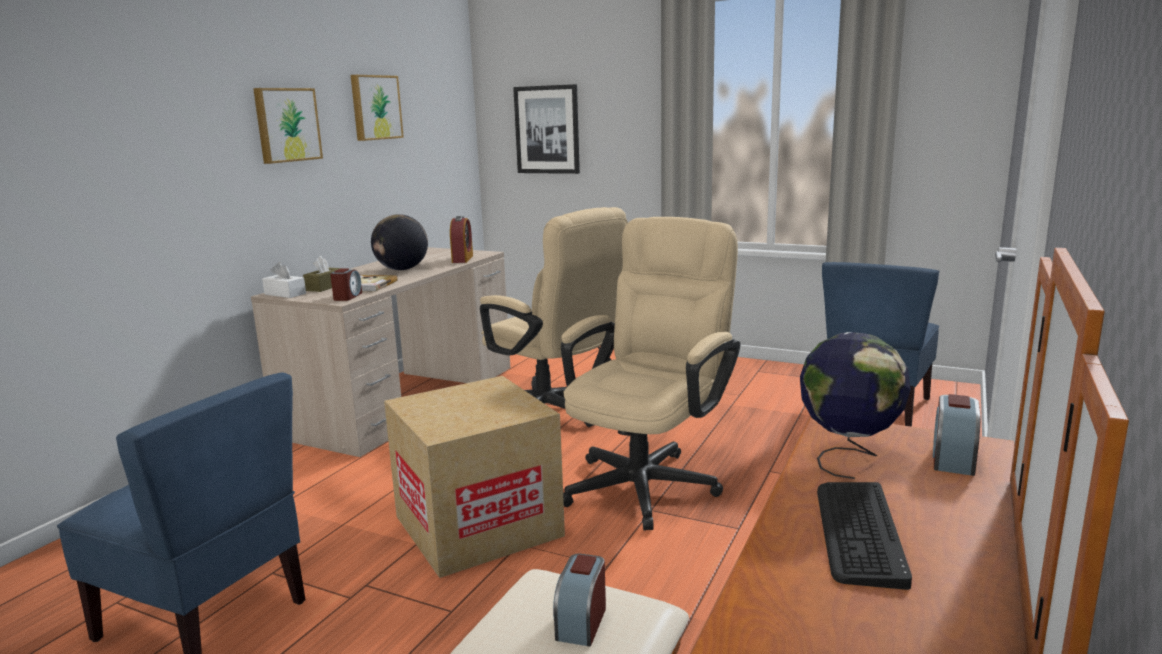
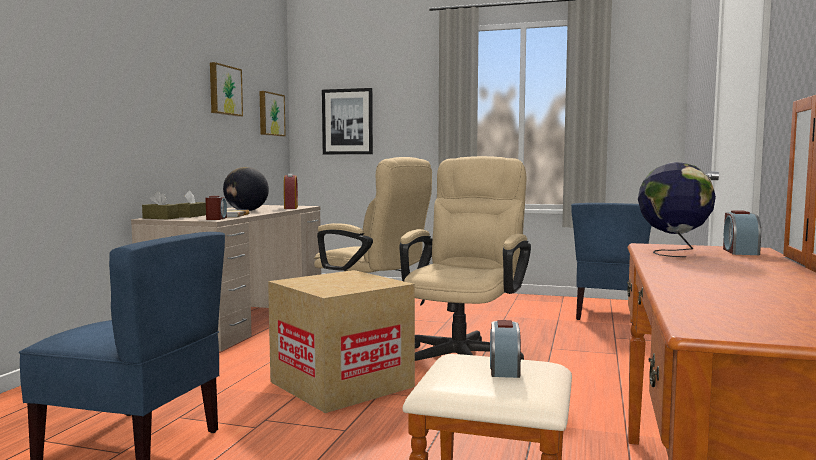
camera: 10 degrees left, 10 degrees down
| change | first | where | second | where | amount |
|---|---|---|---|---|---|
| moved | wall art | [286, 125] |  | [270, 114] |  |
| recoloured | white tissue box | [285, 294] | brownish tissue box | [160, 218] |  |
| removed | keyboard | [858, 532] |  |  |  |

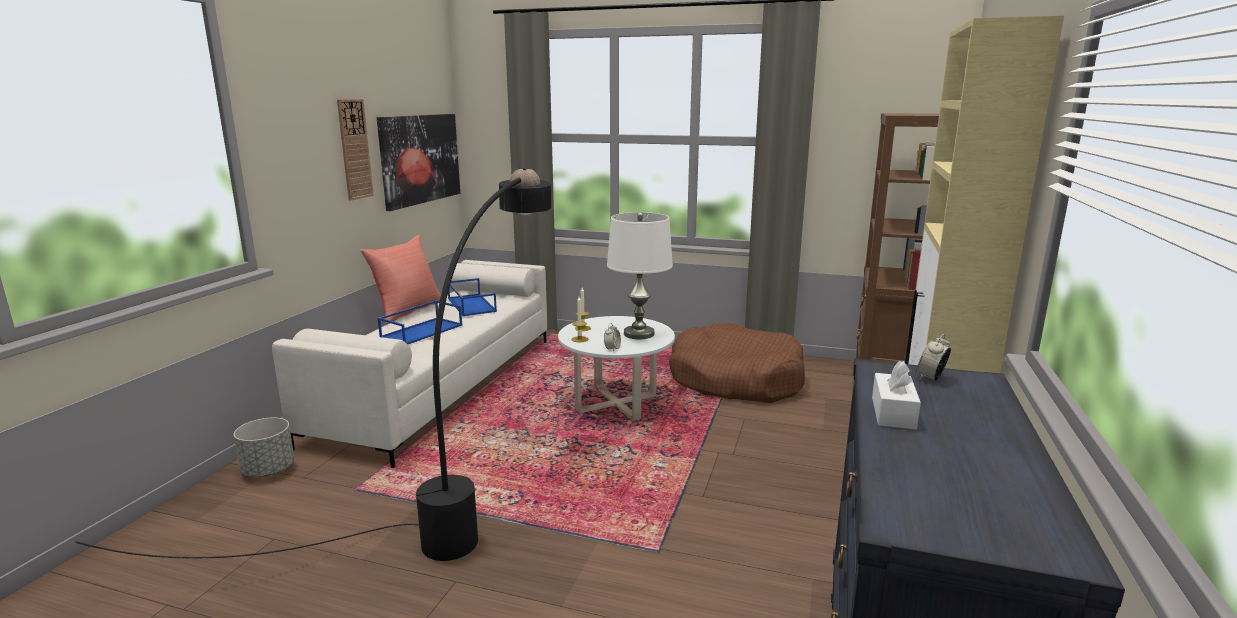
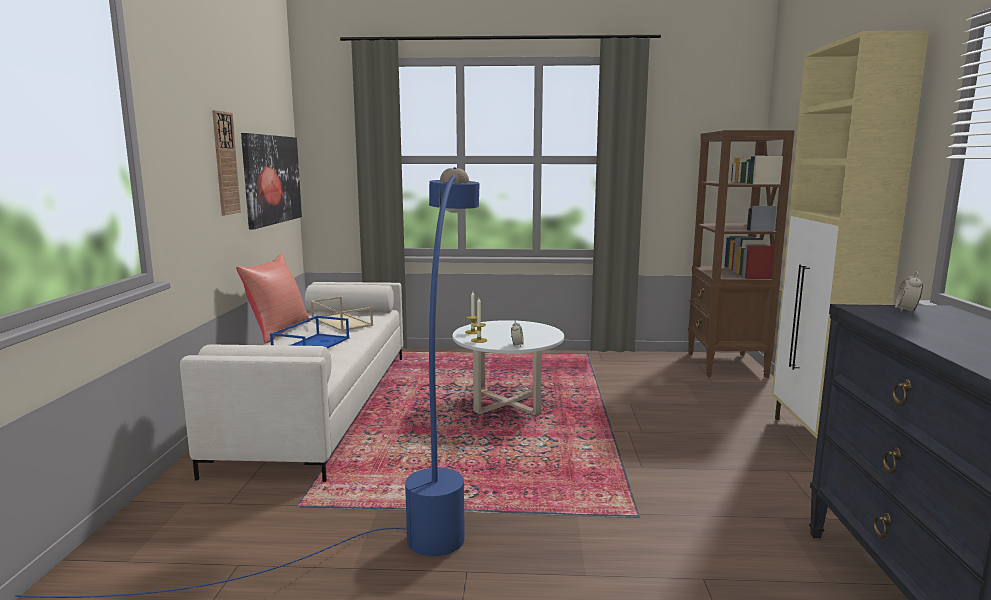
camera: 15 degrees left, 5 degrees down
| change | first | where | second | where | amount |
|---|---|---|---|---|---|
| recoloured | black-coloured standard lamp | [455, 502] | blue-coloured standard lamp | [413, 503] |  |
| removed | white table lamp | [639, 334] |  |  |  |
| recoloured | blue-coloured serving tray | [470, 305] | beige-coloured serving tray | [340, 322] |  |
| removed | brownish dog bed | [735, 380] |  |  |  |
| removed | white tissue box | [893, 413] |  |  |  |
| removed | gray plant pot | [268, 470] |  |  |  |

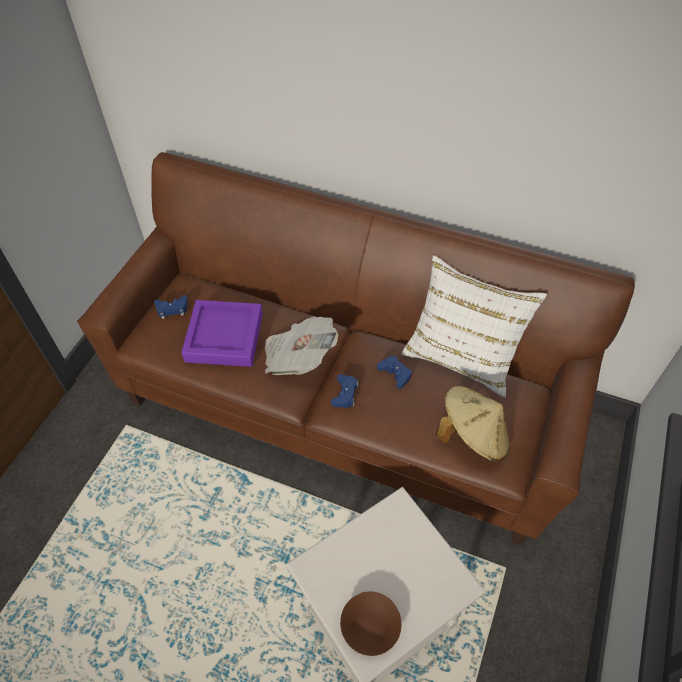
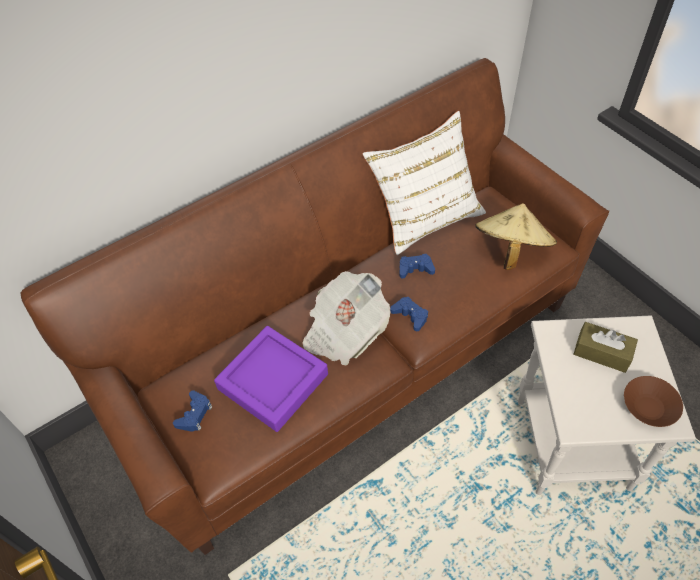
camera: 55 degrees left, 0 degrees up
| change | first | where | second | where | amount |
|---|---|---|---|---|---|
| added |  |  | brownish tissue box | [602, 353] |  |

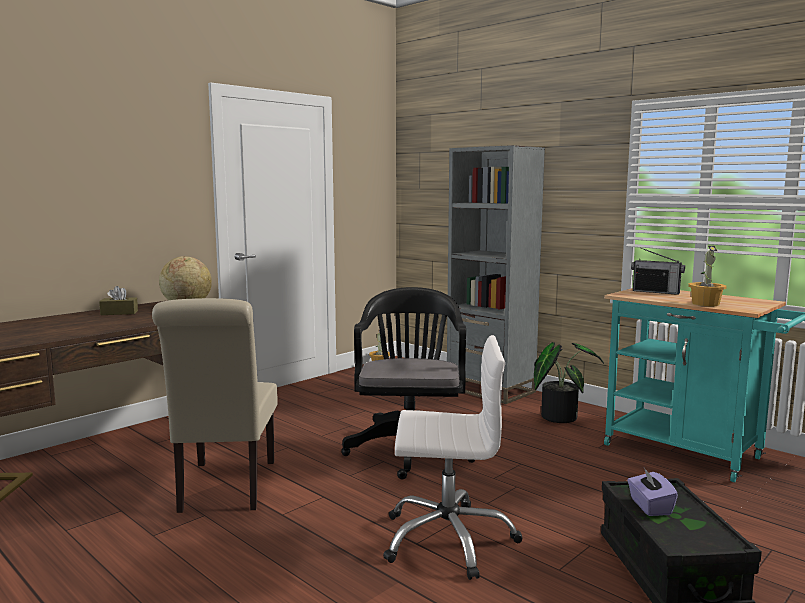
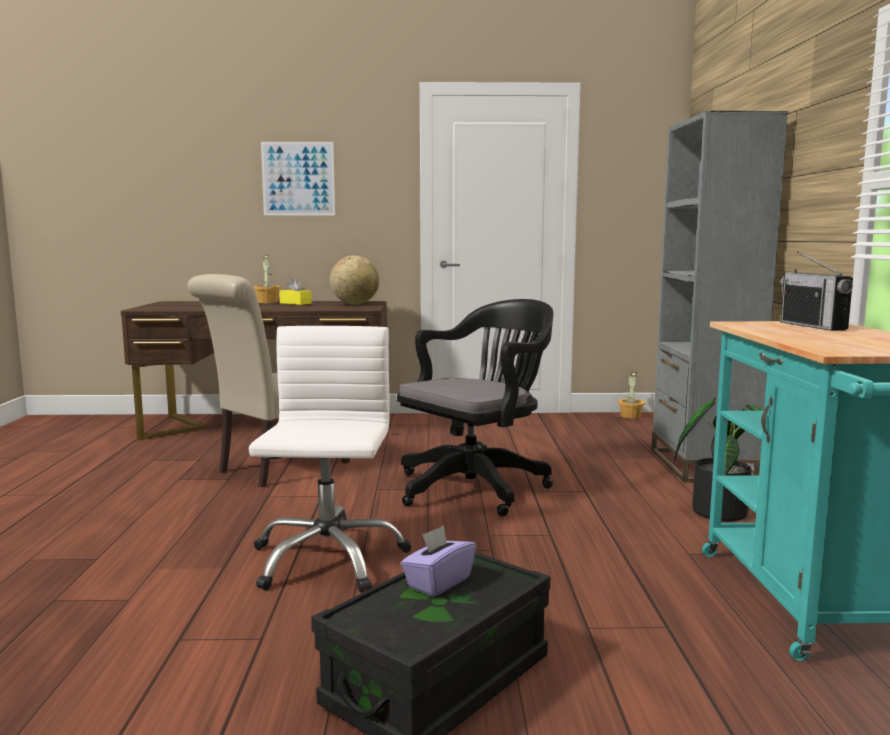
camera: 45 degrees right, 0 degrees up
| change | first | where | second | where | amount |
|---|---|---|---|---|---|
| moved | plant in a pot | [705, 304] |  | [268, 302] |  |
| recoloured | brownish tissue box | [119, 313] | yellow-coloured tissue box | [295, 303] |  |
| turned | white office chair | [448, 539] |  | [327, 559] | 135 degrees counterclockwise |
| added |  |  | wall art | [298, 178] |  |

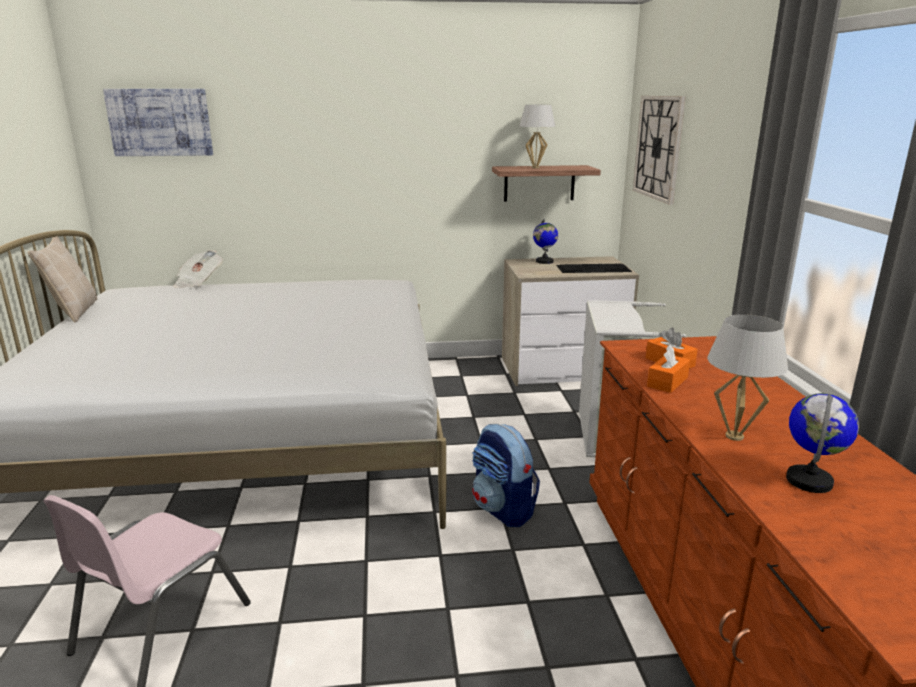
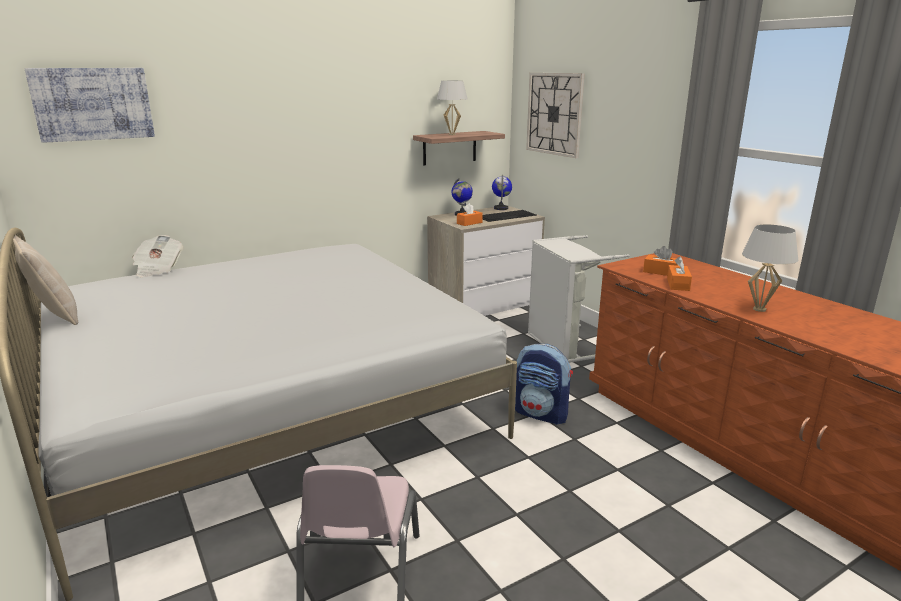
camera: 25 degrees left, 0 degrees up
| change | first | where | second | where | amount |
|---|---|---|---|---|---|
| moved | world globe | [809, 481] |  | [501, 208] |  |
| added |  |  | orange tissue box | [469, 223] |  |

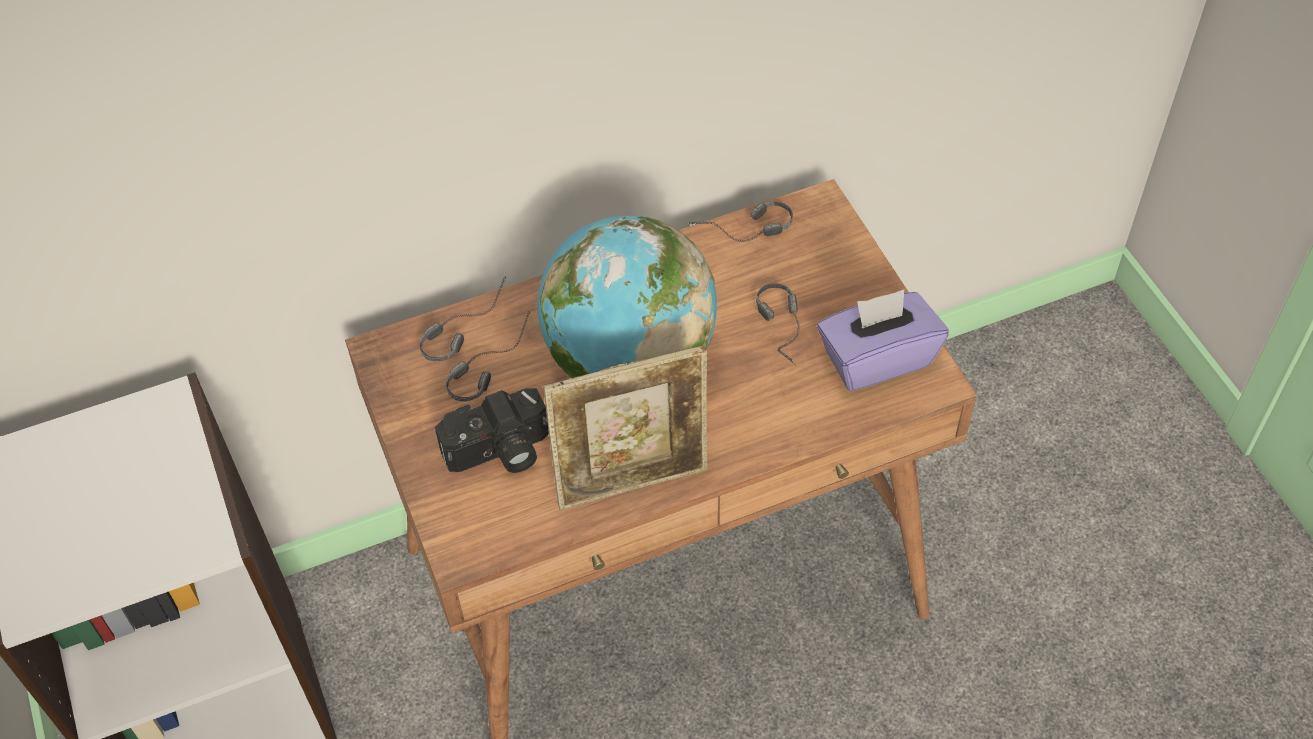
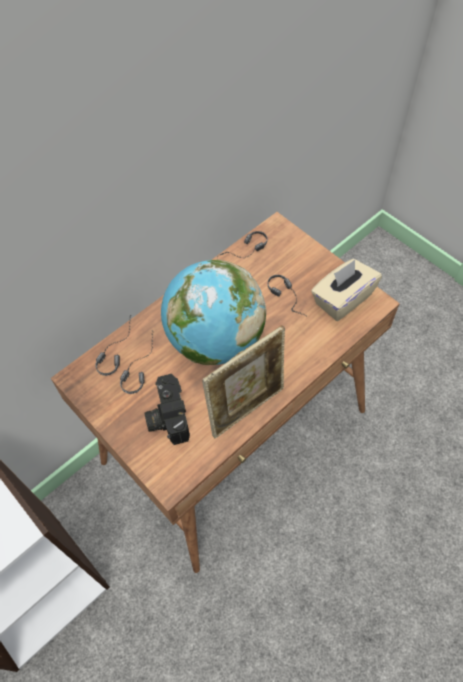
camera: 20 degrees left, 5 degrees up
| change | first | where | second | where | amount |
|---|---|---|---|---|---|
| recoloured | purplish tissue box | [877, 358] | beige-coloured tissue box | [342, 299] |  |
| turned | still camera | [499, 453] |  | [166, 416] | 120 degrees clockwise |

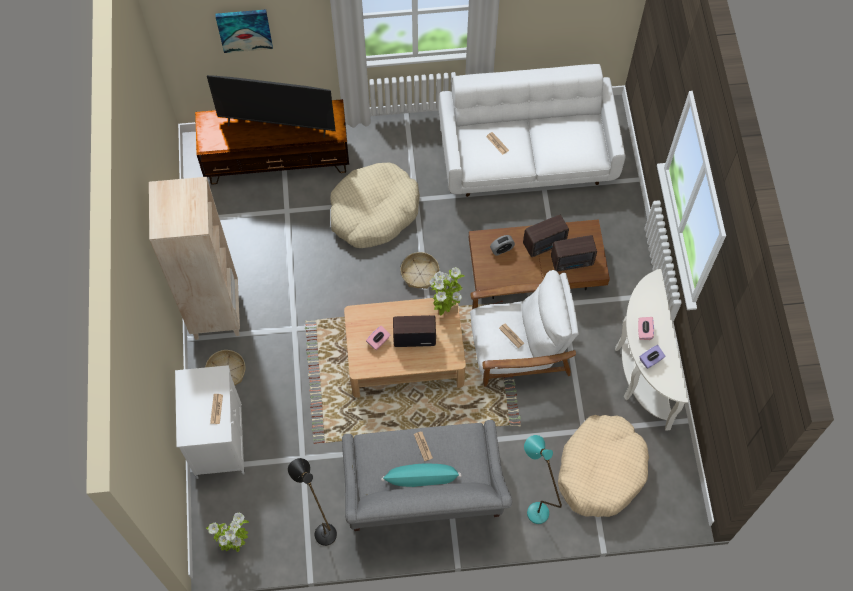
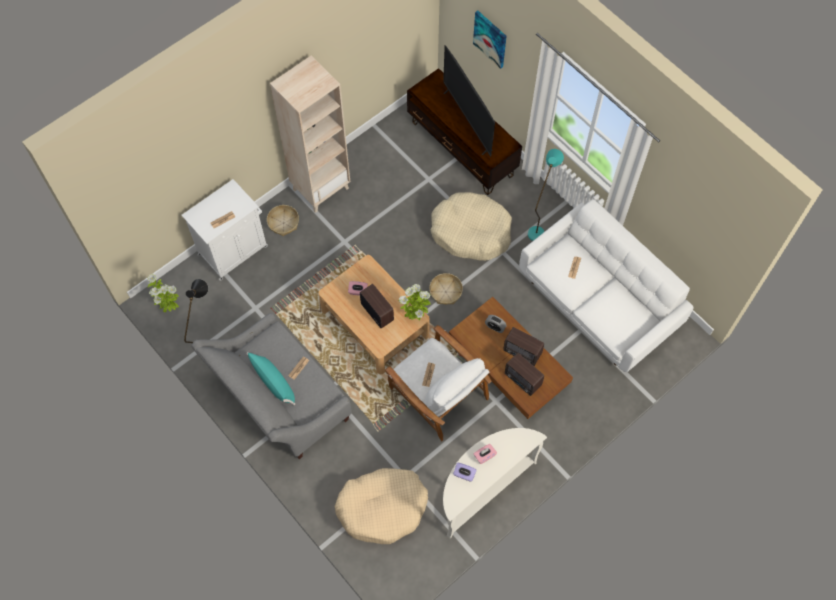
camera: 55 degrees right, 0 degrees up
| change | first | where | second | where | amount |
|---|---|---|---|---|---|
| moved | turquoise standard lamp | [532, 506] |  | [538, 228] |  |

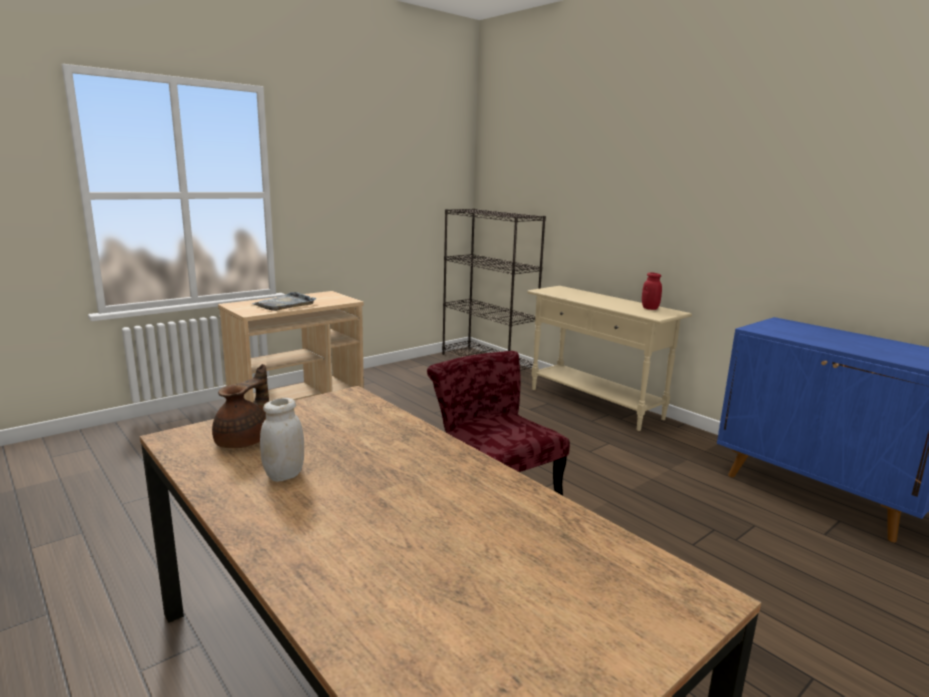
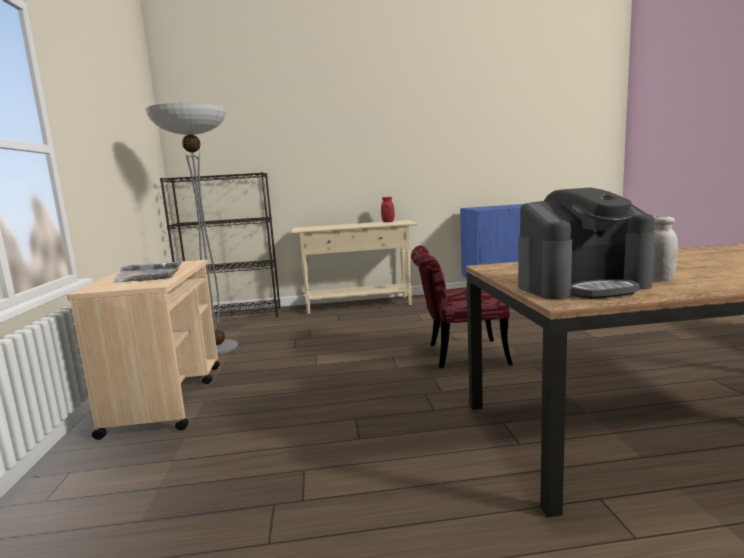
camera: 55 degrees left, 5 degrees down
| change | first | where | second | where | amount |
|---|---|---|---|---|---|
| replaced | brownish tea pot | [244, 441] | coffee maker | [581, 286] |  |
| added |  |  | standard lamp | [218, 348] |  |

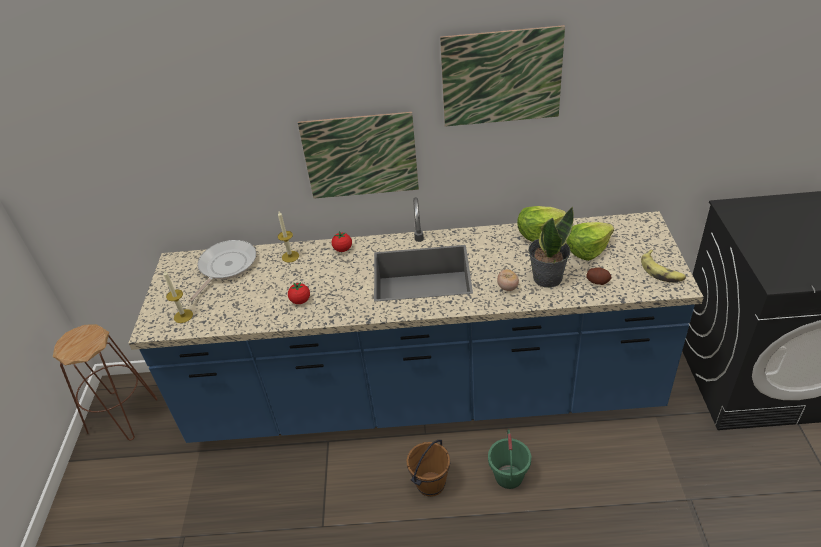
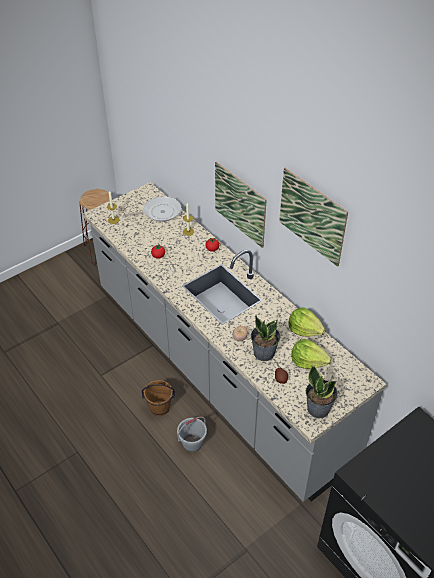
camera: 50 degrees right, 5 degrees up
| change | first | where | second | where | amount |
|---|---|---|---|---|---|
| recoloured | blue-coloured kitchen base unit | [423, 396] | gray kitchen base unit | [217, 370] |  |
| replaced | banana fruit | [661, 271] | plant in a pot | [318, 408] |  |
| recoloured | green bucket | [508, 476] | gray bucket | [192, 443] |  |

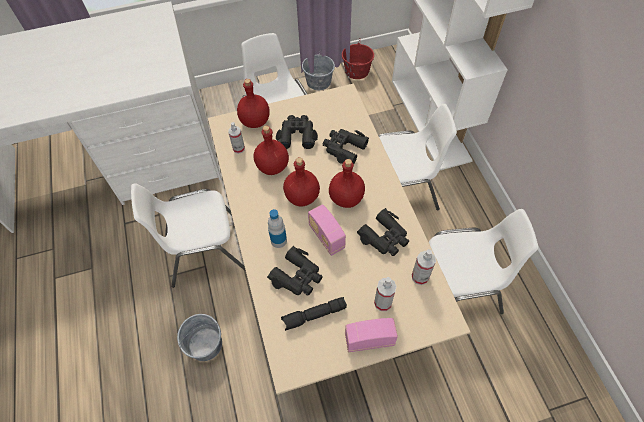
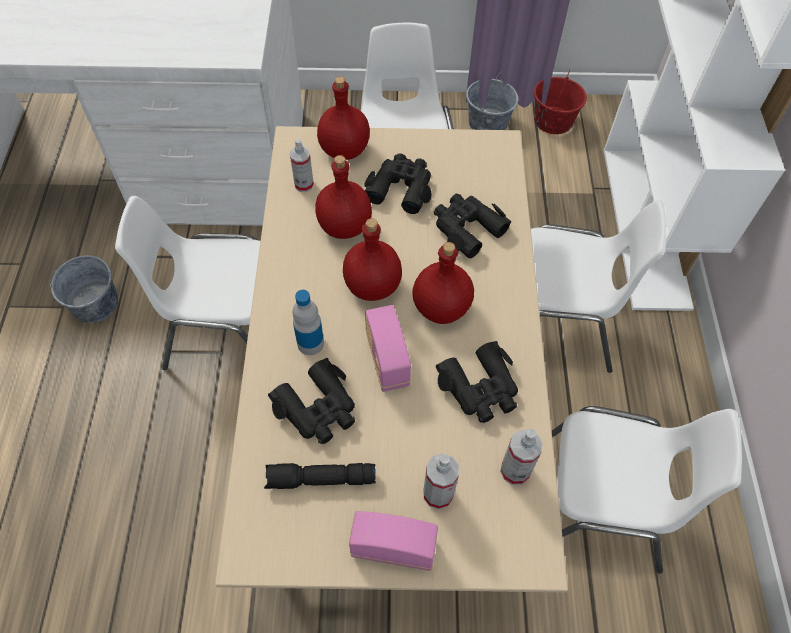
camera: 15 degrees right, 0 degrees up
| change | first | where | second | where | amount |
|---|---|---|---|---|---|
| moved | gray bucket | [206, 344] |  | [96, 303] |  |

